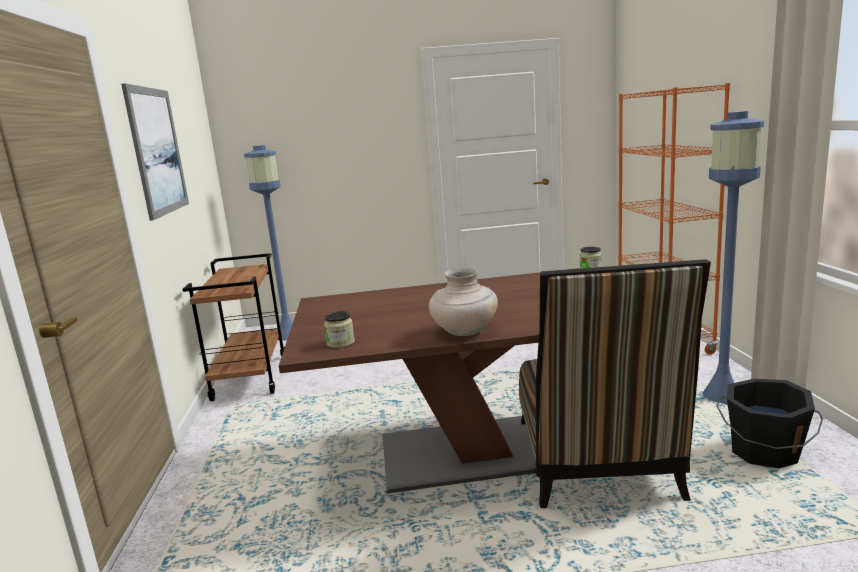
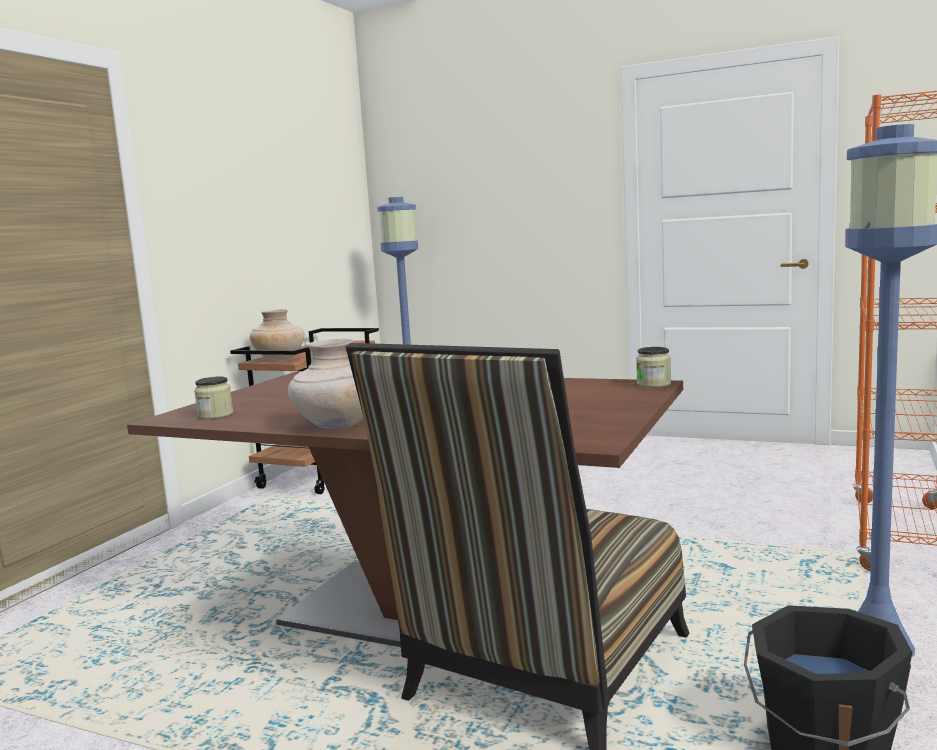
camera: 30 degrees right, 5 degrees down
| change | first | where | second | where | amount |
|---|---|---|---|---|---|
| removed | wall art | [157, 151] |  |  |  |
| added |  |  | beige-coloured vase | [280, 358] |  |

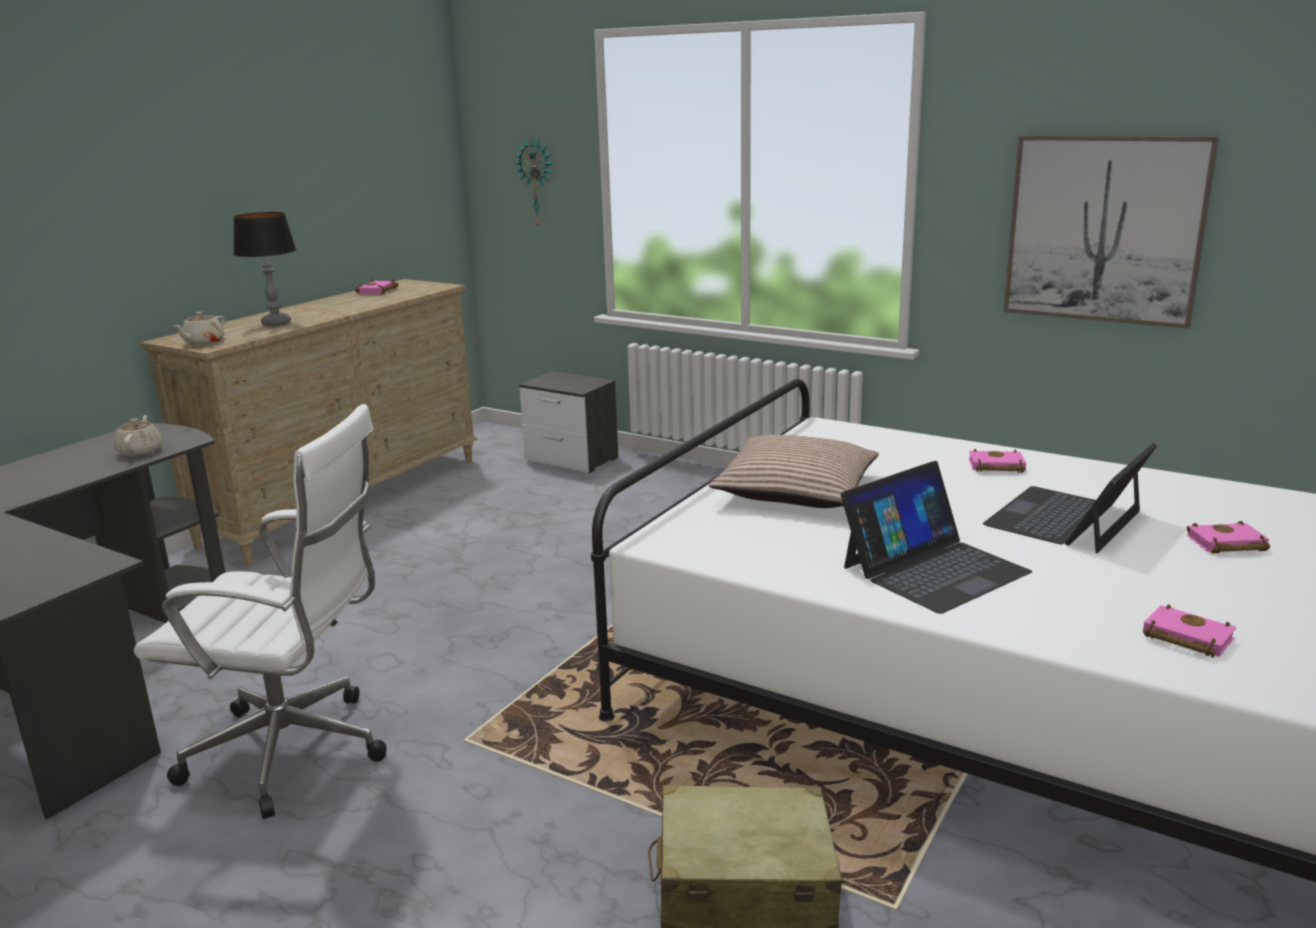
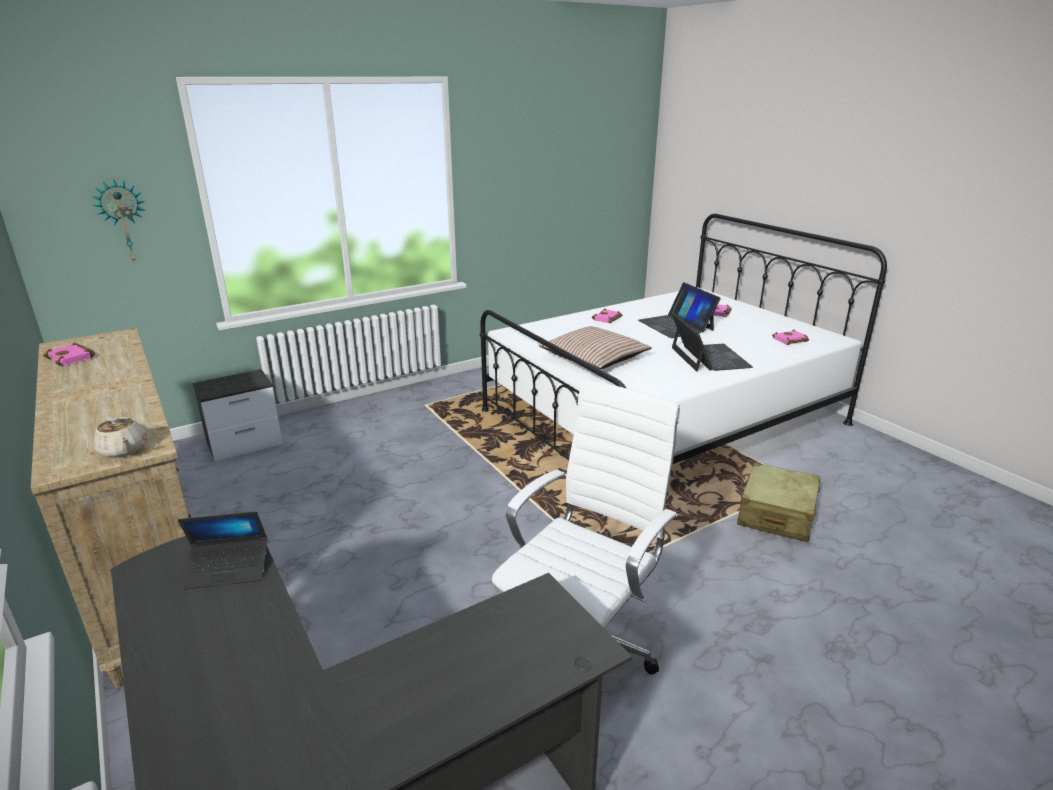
camera: 65 degrees left, 5 degrees up
| change | first | where | second | where | amount |
|---|---|---|---|---|---|
| removed | wall art | [1104, 229] |  |  |  |
| removed | table lamp | [276, 323] |  |  |  |
| replaced | beige-coloured tea pot | [140, 451] | notebook computer | [228, 569] |  |

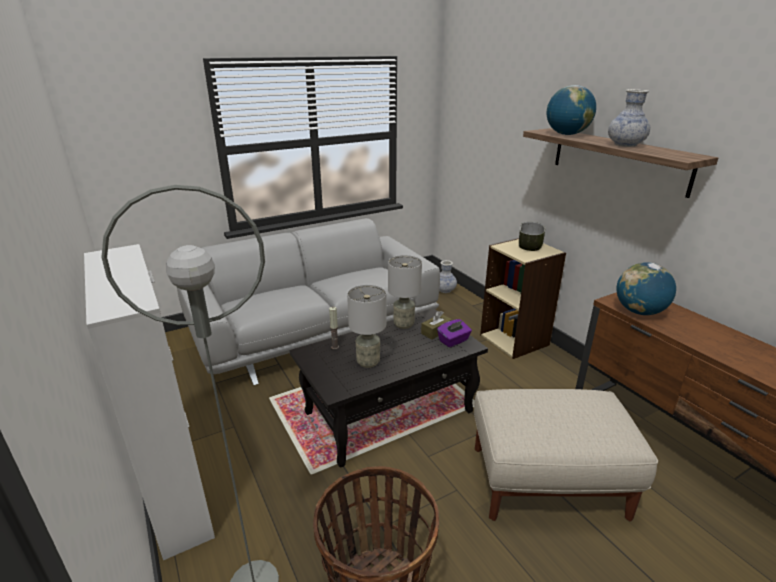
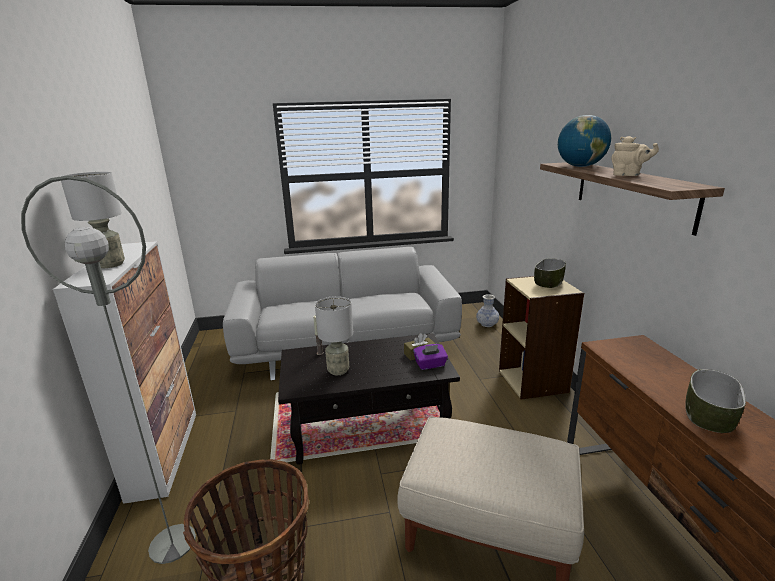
camera: 20 degrees right, 5 degrees down
| change | first | where | second | where | amount |
|---|---|---|---|---|---|
| replaced | vase | [625, 145] | beige-coloured tea pot | [628, 175] |  |
| moved | gray table lamp | [403, 324] |  | [110, 265] |  |
| removed | world globe | [639, 312] |  |  |  |
| added |  |  | deep dish | [709, 416] |  |

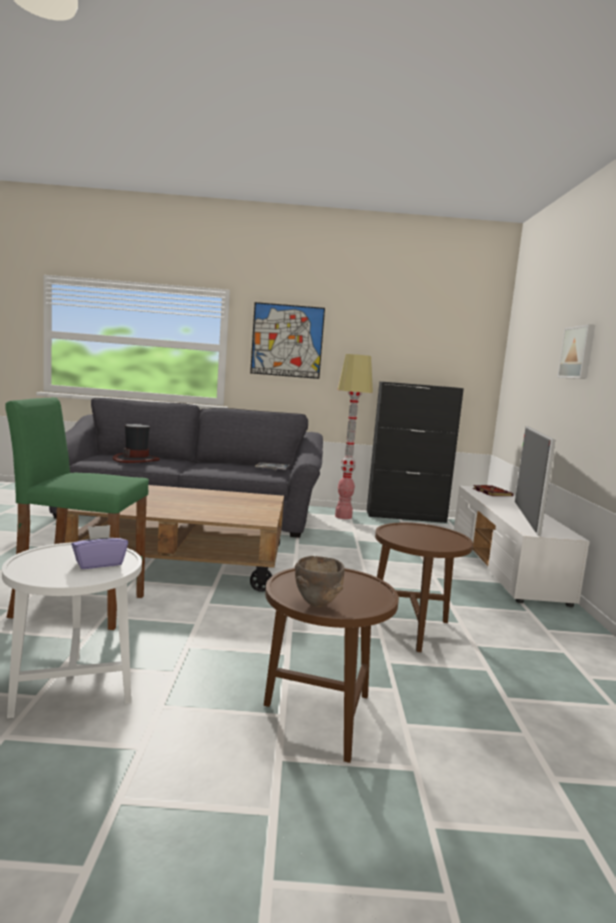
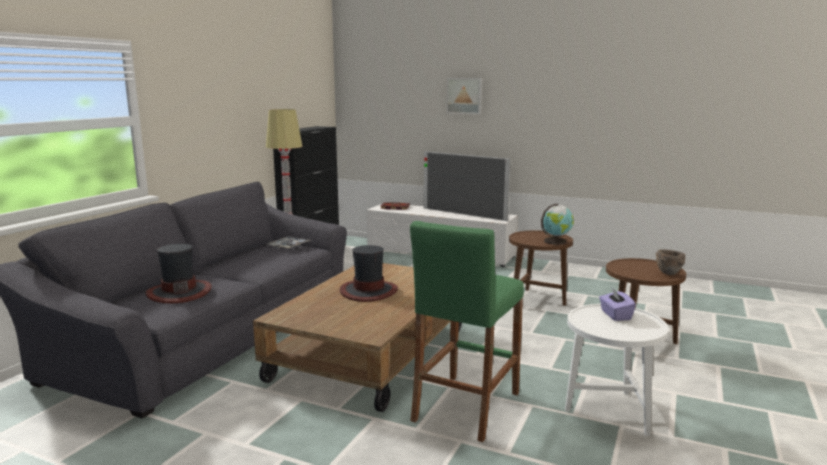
camera: 65 degrees left, 5 degrees up
| change | first | where | second | where | amount |
|---|---|---|---|---|---|
| removed | wall art | [287, 340] |  |  |  |
| added |  |  | world globe | [555, 241] |  |
| added |  |  | wearable hat | [368, 291] |  |

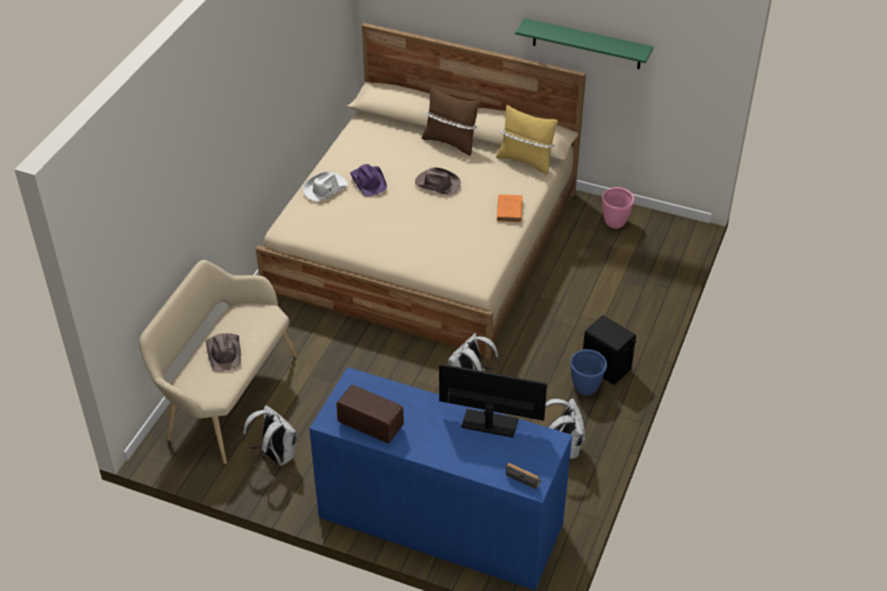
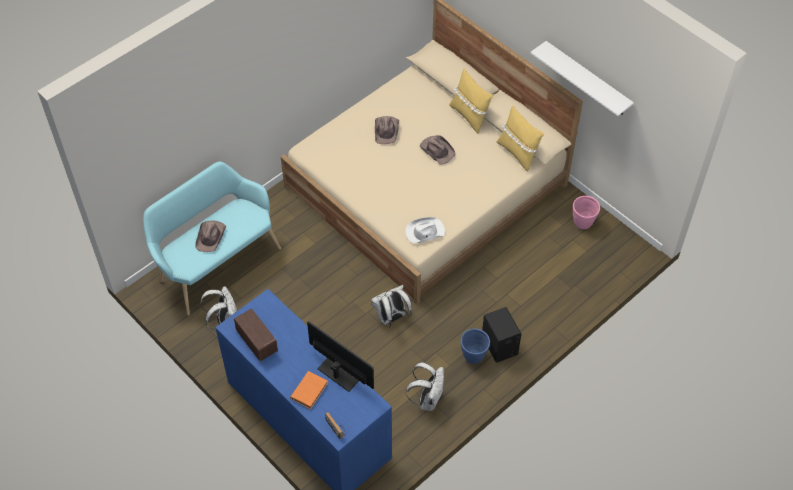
camera: 25 degrees right, 10 degrees up
| change | first | where | second | where | amount |
|---|---|---|---|---|---|
| recoloured | green bracket shelf | [586, 44] | white bracket shelf | [587, 79] |  |
| recoloured | brownish pillow | [450, 142] | yellow-coloured pillow | [469, 116] |  |
| recoloured | purplish wearable hat | [369, 181] | brownish wearable hat | [386, 130] |  |
| moved | white wearable hat | [324, 189] |  | [424, 232] |  |
| moved | orange volume | [509, 209] |  | [310, 390] |  |
| recoloured | beige-coloured long seat | [226, 396] | turquoise long seat | [216, 262] |  |

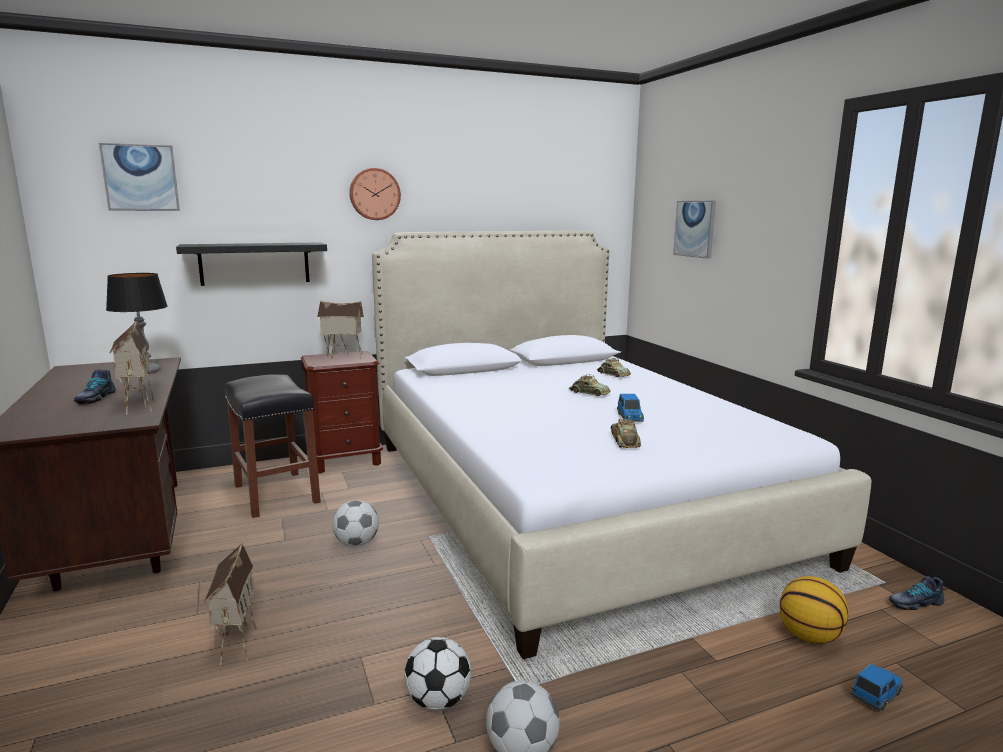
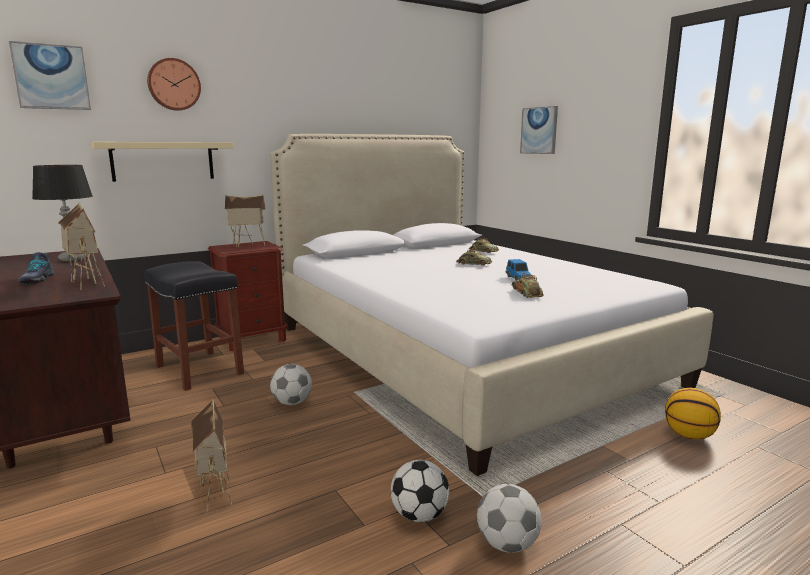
camera: 10 degrees left, 0 degrees up
| change | first | where | second | where | amount |
|---|---|---|---|---|---|
| moved | wall clock | [374, 194] |  | [174, 84] |  |
| recoloured | black-coloured bracket shelf | [255, 263] | beige-coloured bracket shelf | [163, 161] |  |
| removed | shoe | [914, 603] |  |  |  |
| removed | model car | [876, 695] |  |  |  |

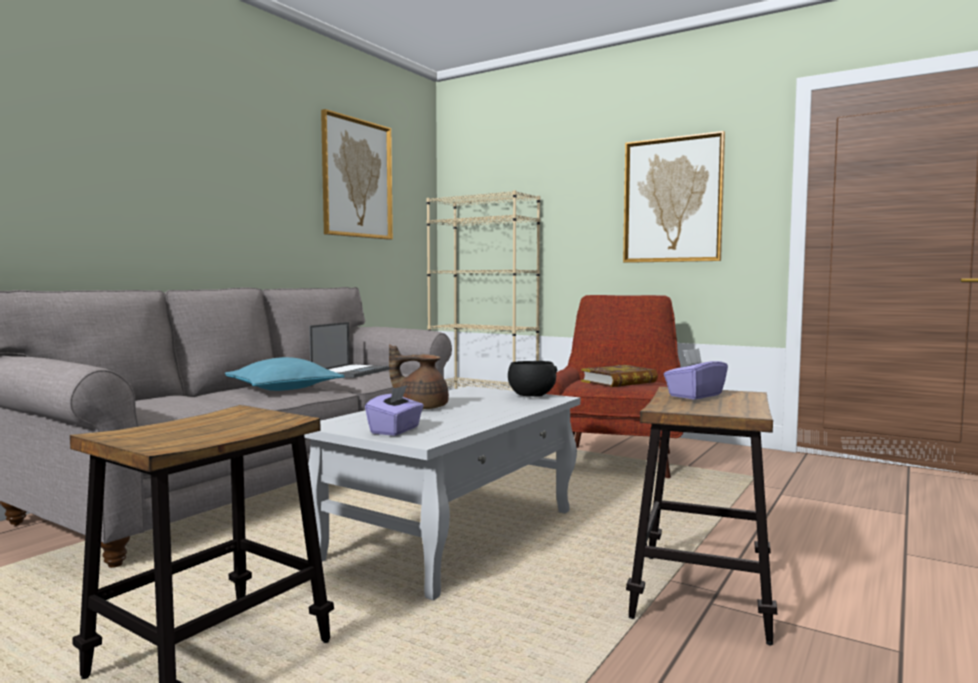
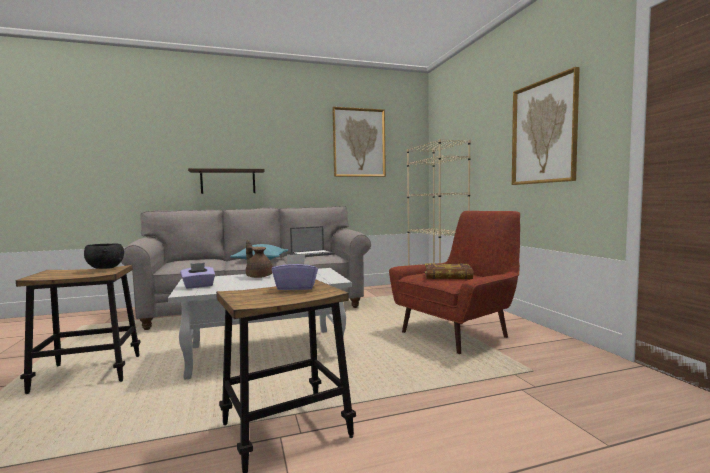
camera: 40 degrees right, 0 degrees up
| change | first | where | second | where | amount |
|---|---|---|---|---|---|
| moved | black-coloured deep dish | [530, 396] |  | [105, 268] |  |
| added |  |  | bracket shelf | [228, 181] |  |

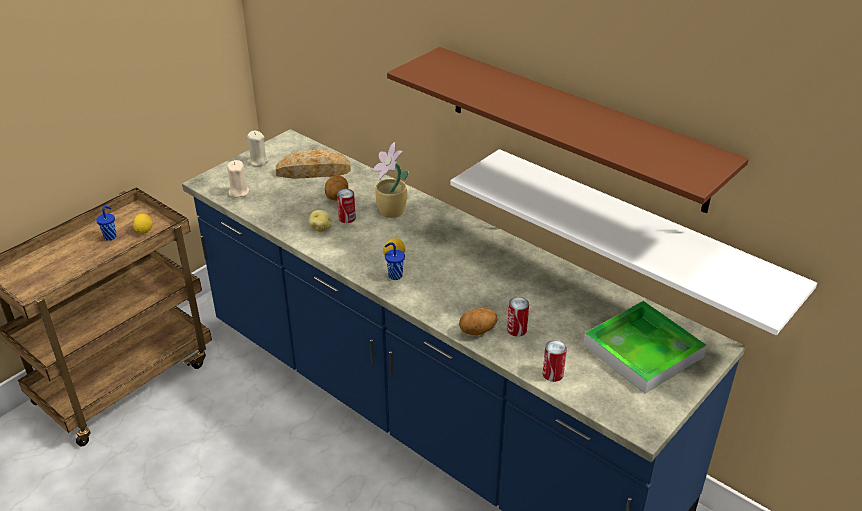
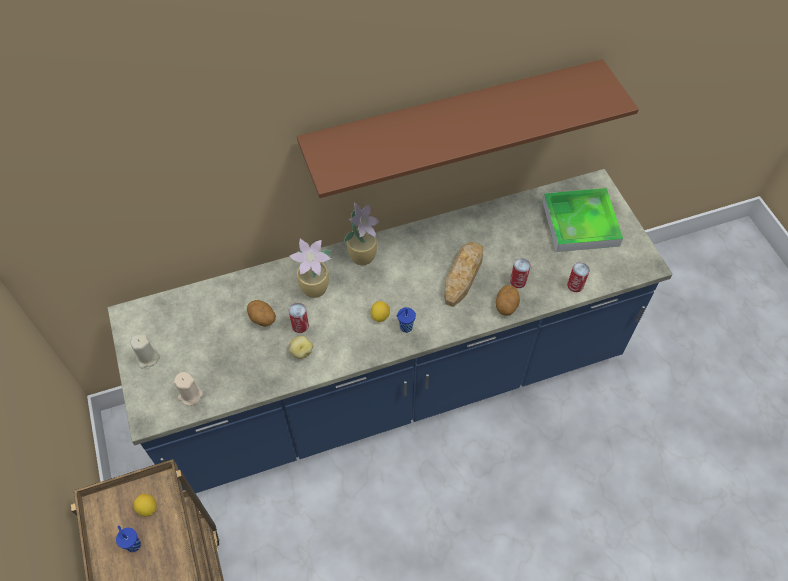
camera: 60 degrees left, 20 degrees up
| change | first | where | second | where | amount |
|---|---|---|---|---|---|
| moved | bread | [313, 171] |  | [463, 275] |  |
| removed | white bracket shelf | [637, 236] |  |  |  |
| added |  |  | plant in a pot | [363, 255] |  |

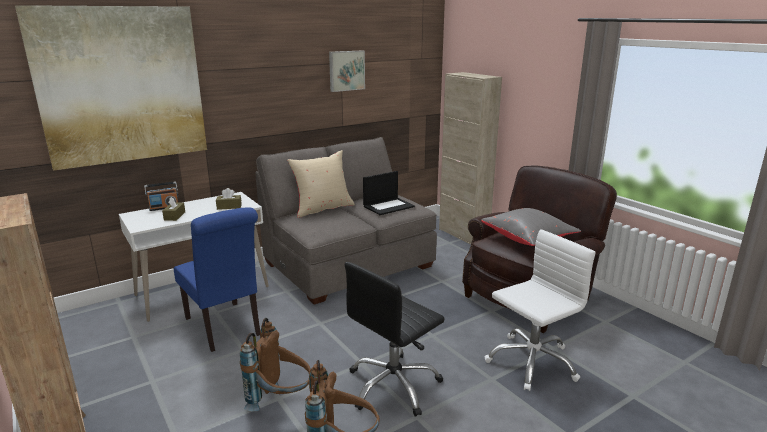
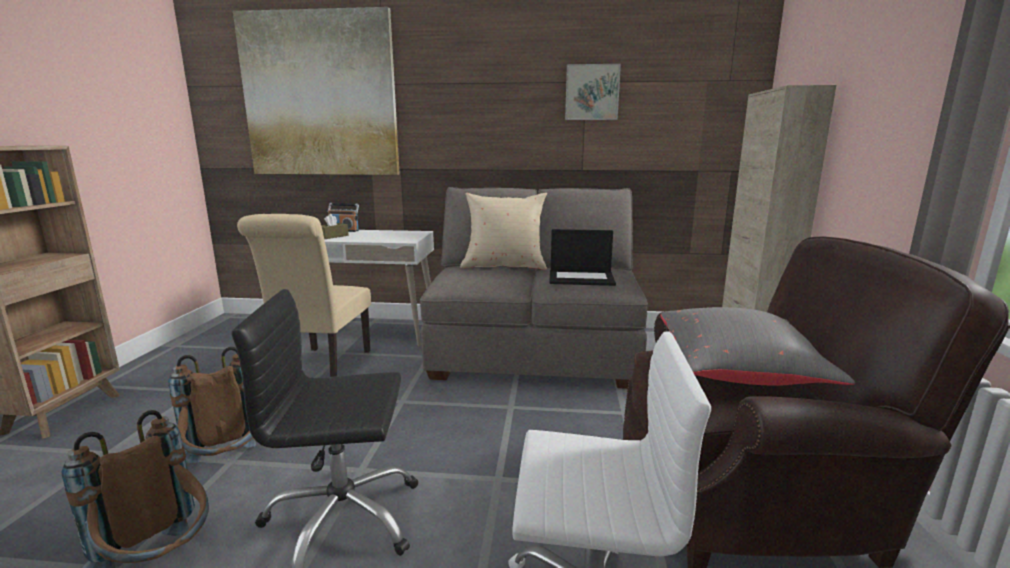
camera: 40 degrees right, 5 degrees down
| change | first | where | second | where | amount |
|---|---|---|---|---|---|
| removed | brownish tissue box | [229, 207] |  |  |  |
| recoloured | blue-coloured plain chair | [225, 328] | beige-coloured plain chair | [321, 370] |  |

